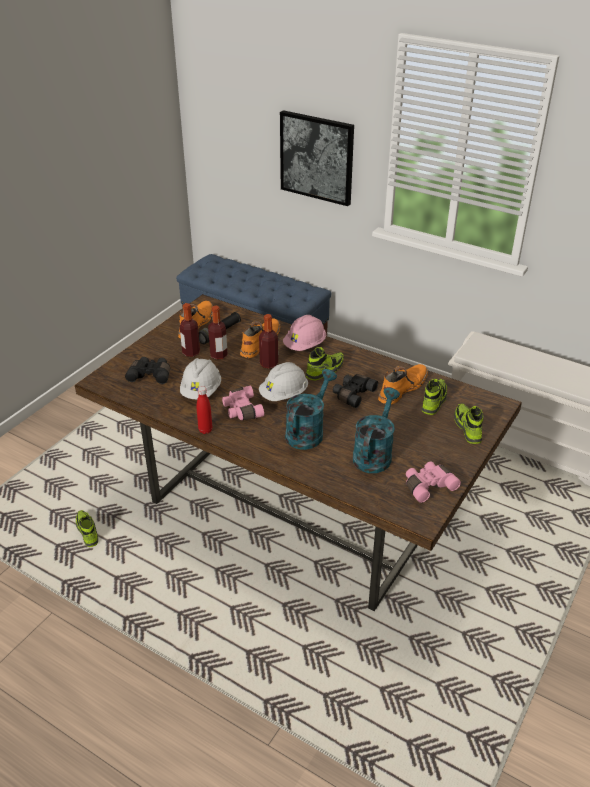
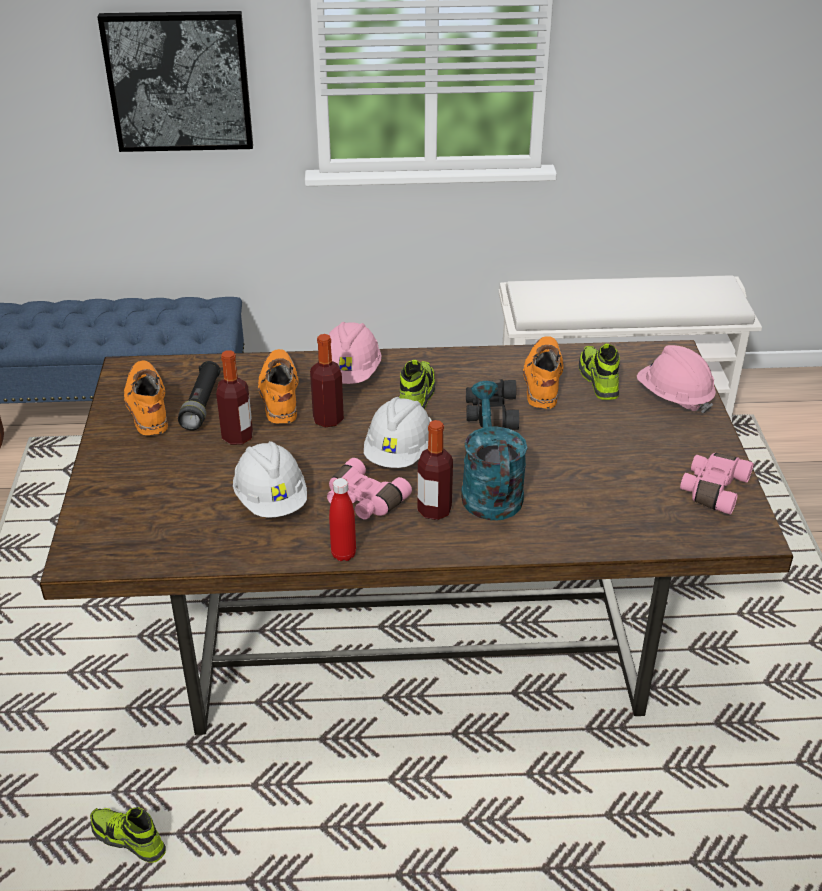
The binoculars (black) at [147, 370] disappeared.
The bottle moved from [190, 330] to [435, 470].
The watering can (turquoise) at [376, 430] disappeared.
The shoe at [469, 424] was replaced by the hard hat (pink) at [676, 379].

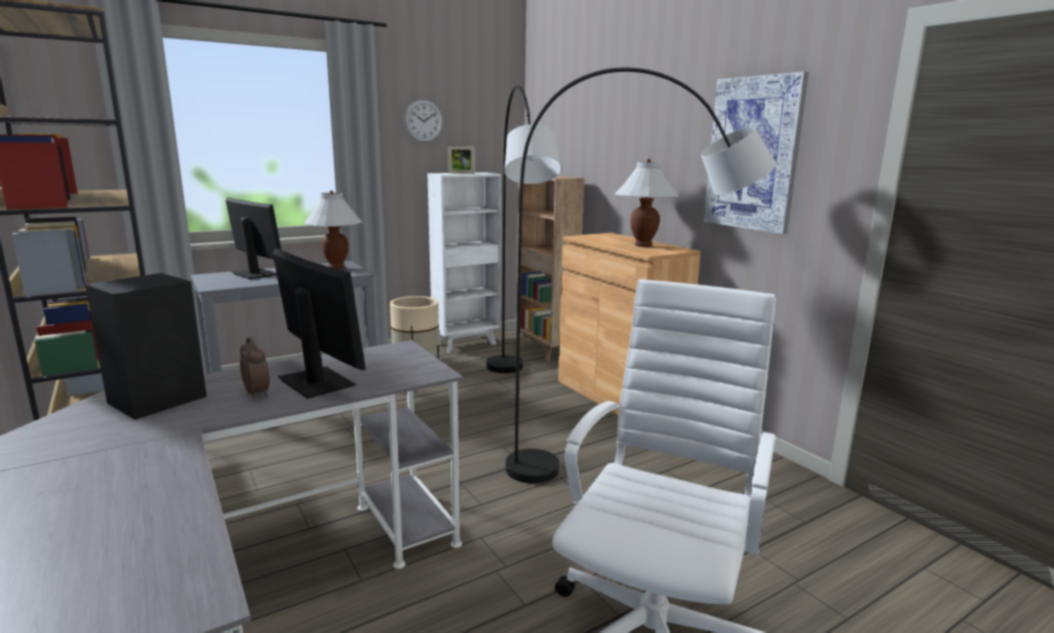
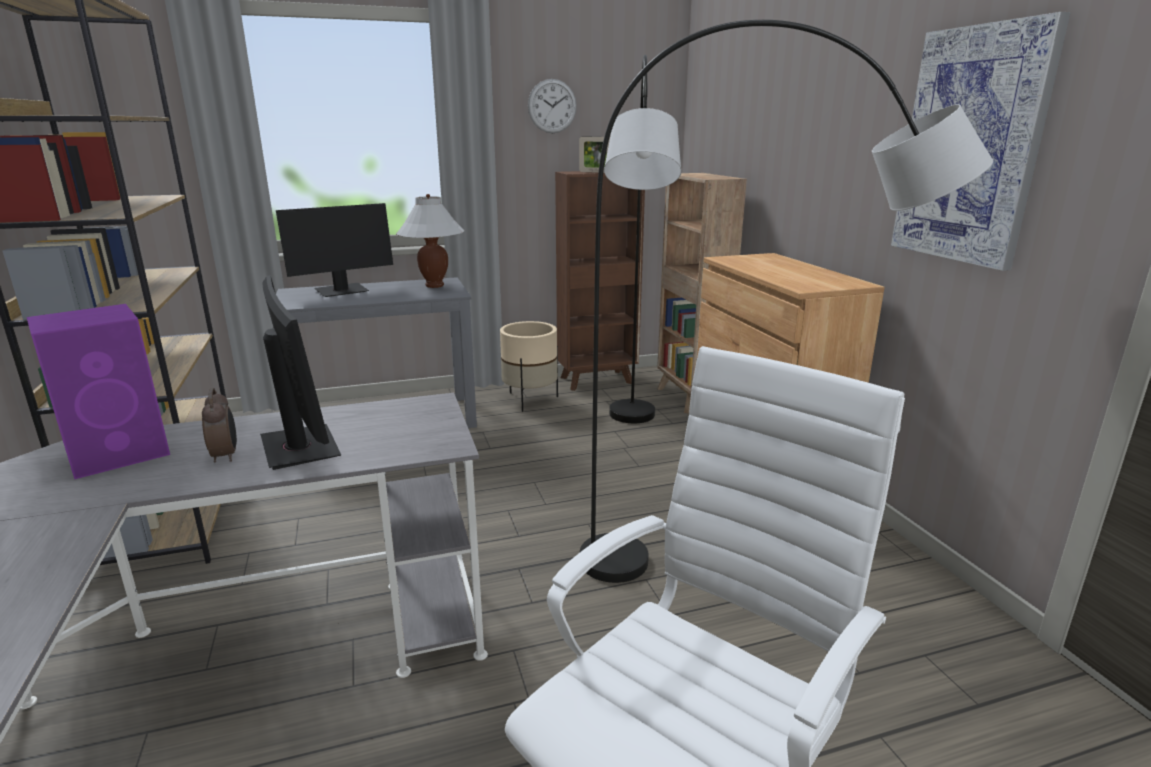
The speaker (black) at [146, 346] became the speaker (purple) at [98, 391].
The monitor at [253, 238] turned 90 degrees clockwise.
The bookcase (white) at [464, 262] became the bookcase (brown) at [600, 281].
The table lamp (white) at [647, 203] disappeared.

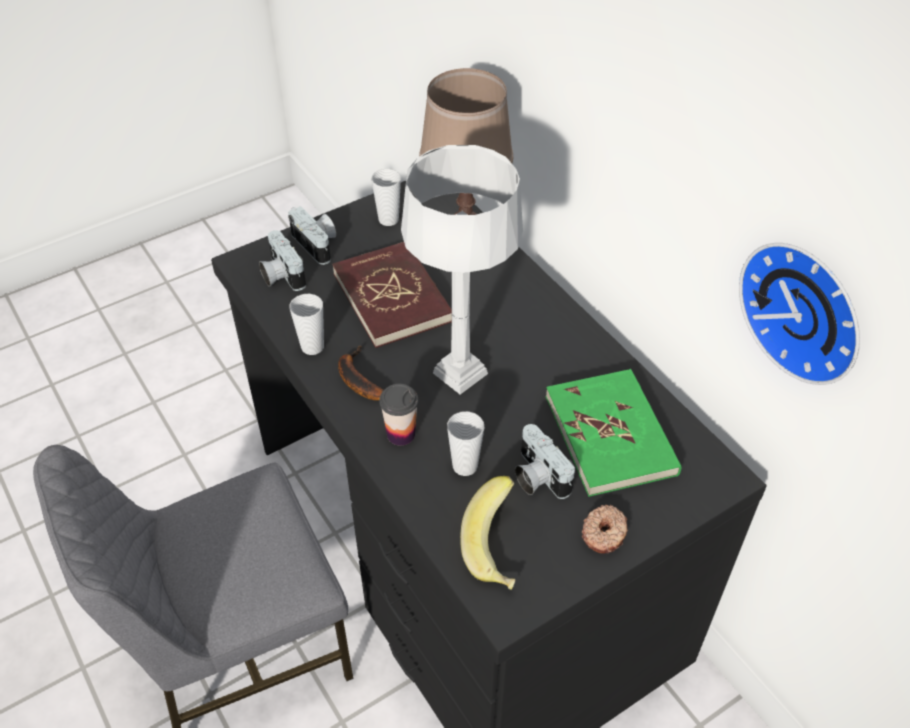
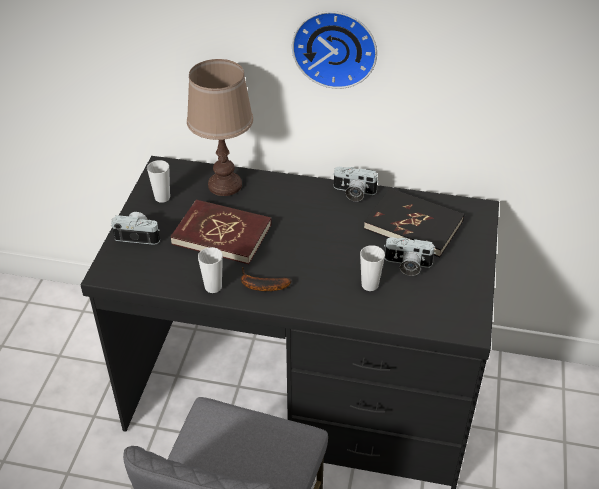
The photo camera moved from [282, 260] to [356, 184].
The cup at [398, 415] disappeared.
The table lamp (grey) at [462, 269] disappeared.
The banana at [488, 533] disappeared.
The book (green) at [613, 433] became the book (black) at [414, 222].
The donut at [605, 529] disappeared.
The wall clock moved from [799, 314] to [334, 50].

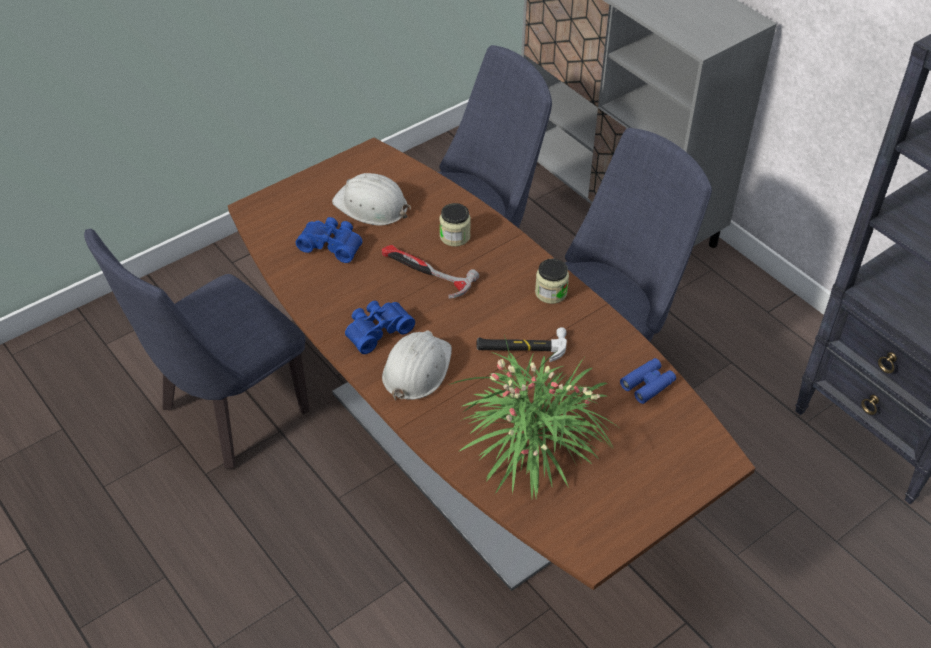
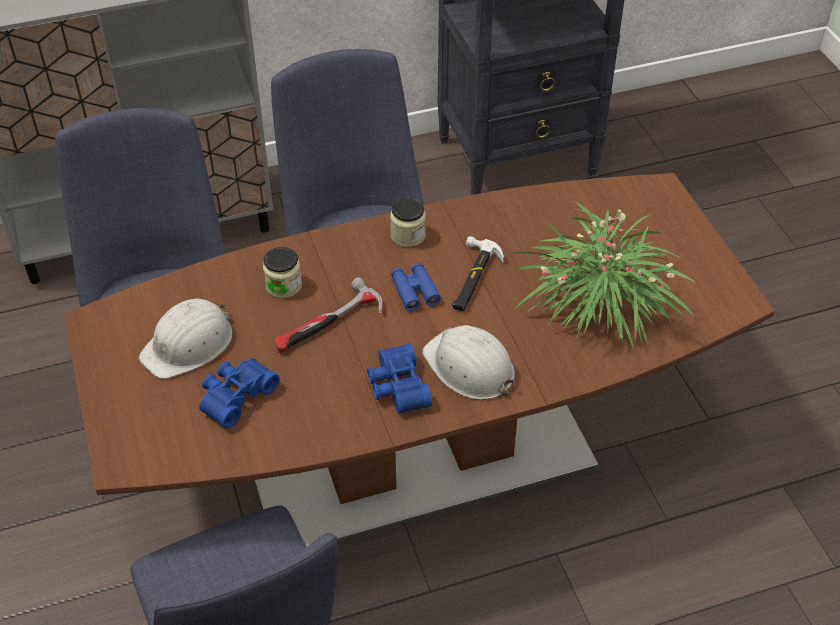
The binoculars (blue) moved from [648, 381] to [416, 287].

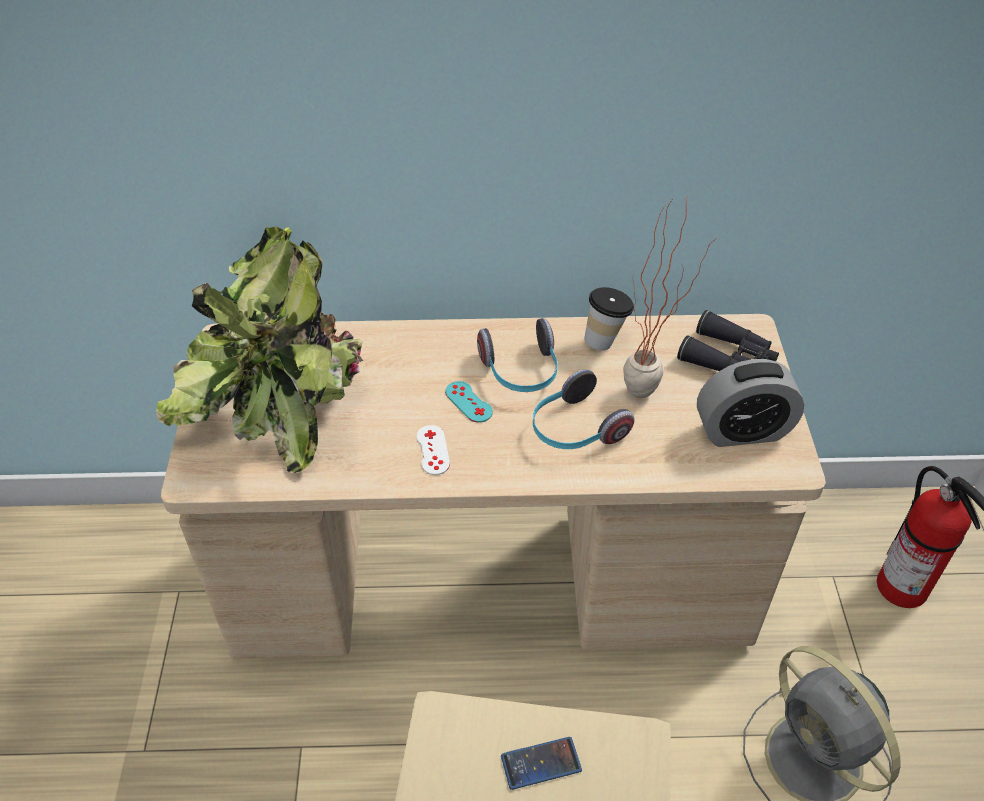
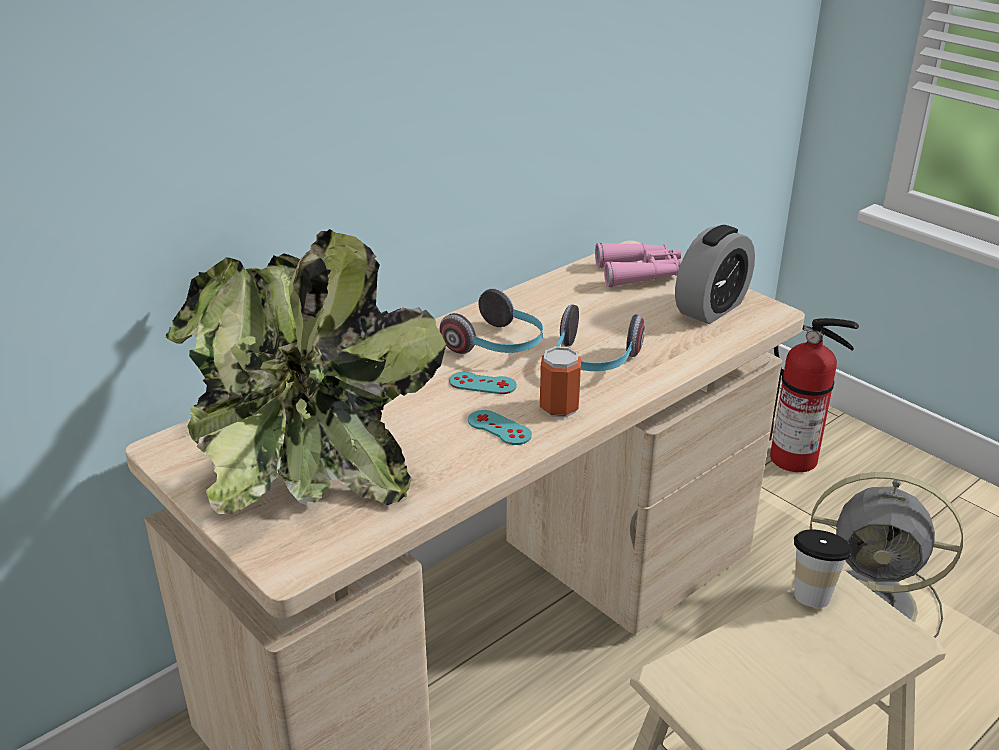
The game controller (white) at [433, 450] became the game controller (turquoise) at [500, 427].
The phone at [541, 763] disappeared.
The cup moved from [609, 318] to [823, 568].
The potted plant at [670, 296] disappeared.
The binoculars (black) at [728, 340] became the binoculars (pink) at [639, 264].
The can at [560, 382] appeared.

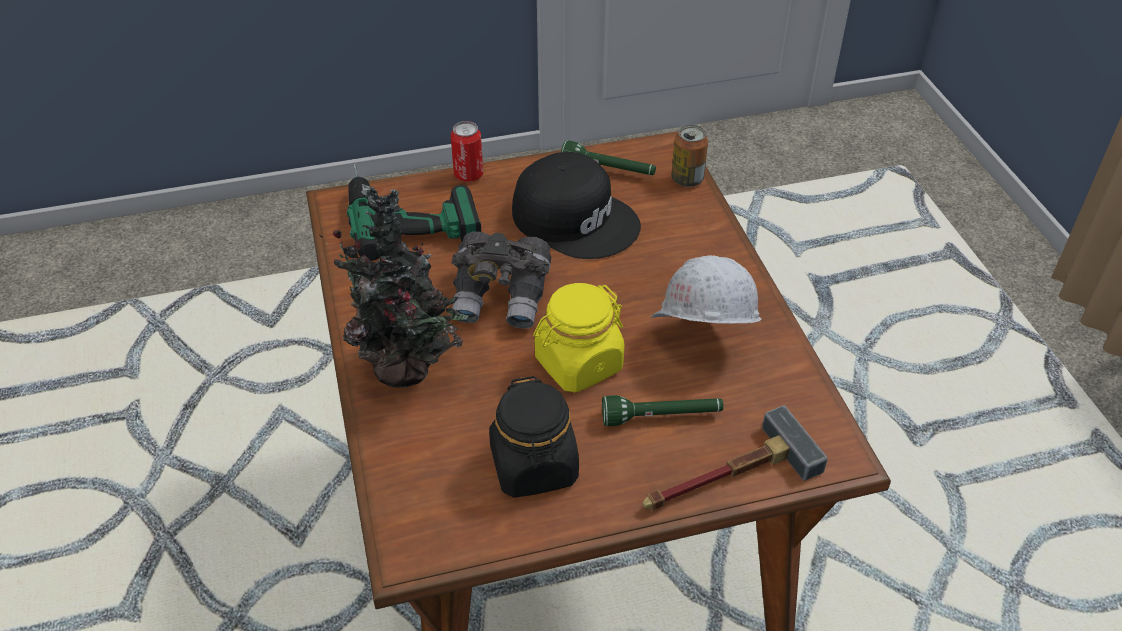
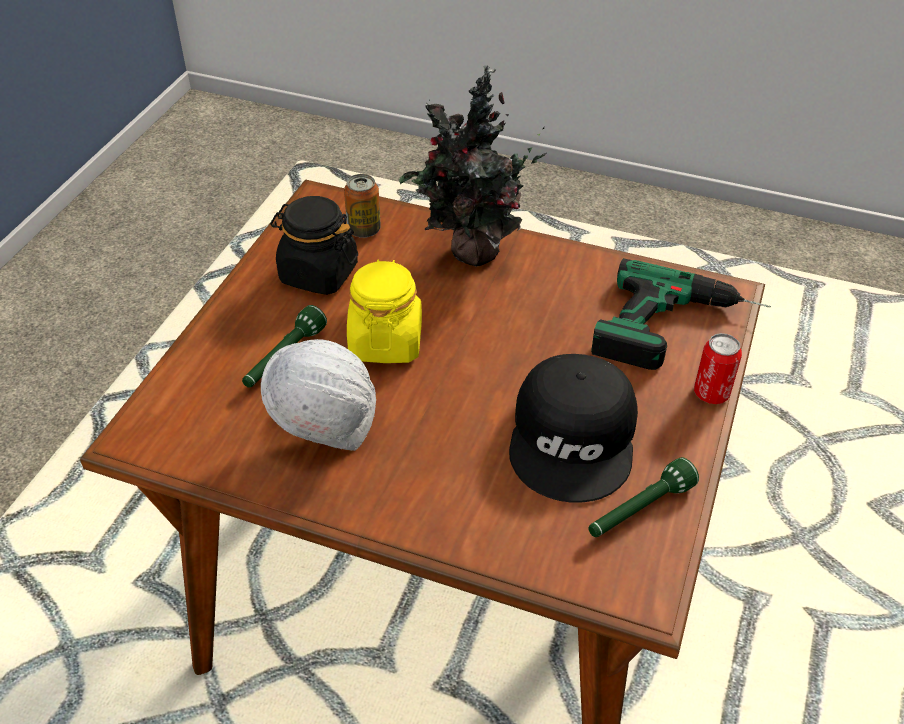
The binoculars (grey) at [501, 280] disappeared.
The cap (black) at [576, 205] turned 60 degrees counterclockwise.
The hammer at [735, 458] disappeared.
The can moved from [689, 156] to [362, 206].

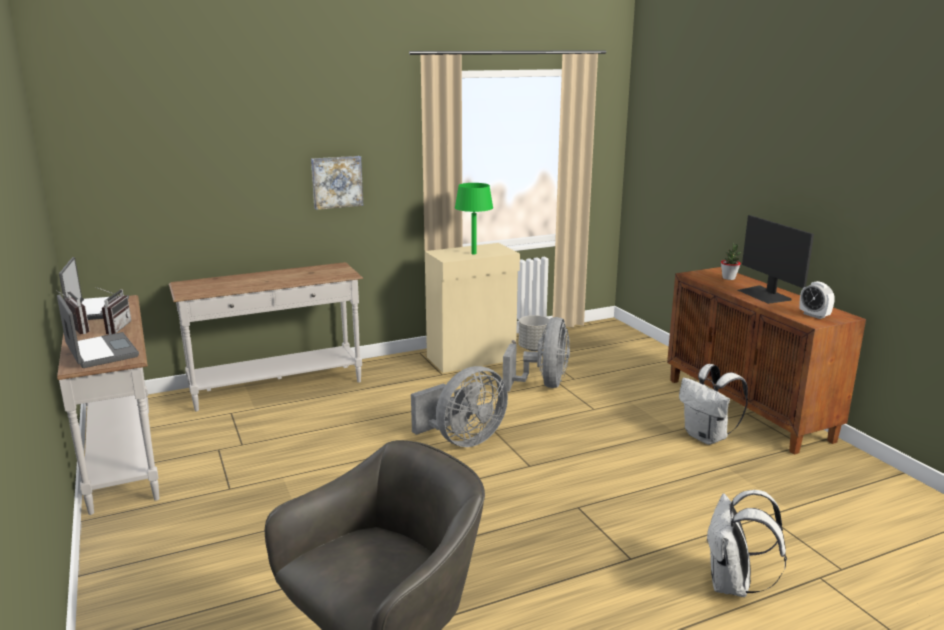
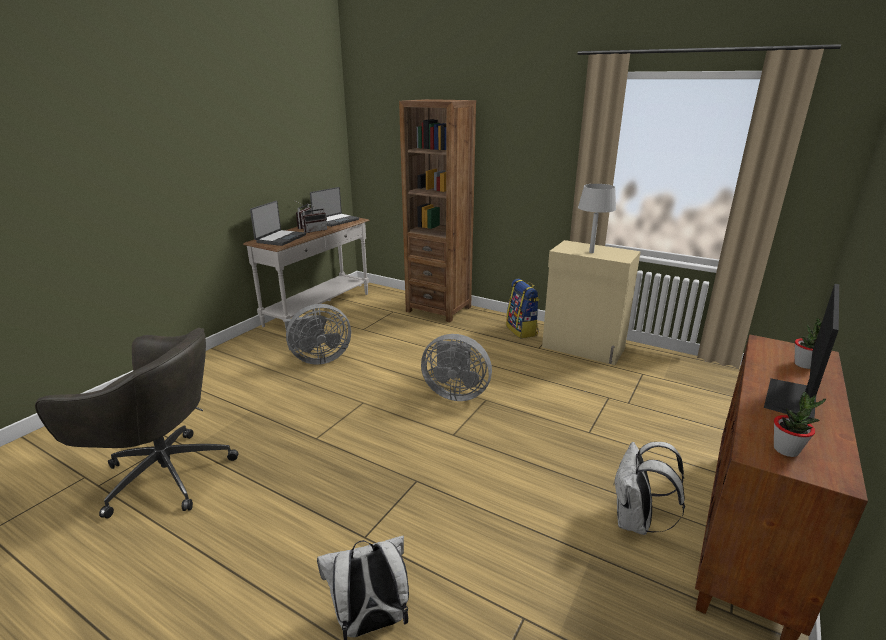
The console table (white) at [266, 336] was replaced by the bookcase (brown) at [437, 210].
The picture at [337, 183] disappeared.
The table lamp (green) at [474, 219] became the table lamp (grey) at [597, 218].
The fan (grey) moved from [536, 354] to [318, 334].
The planter (grey) at [534, 333] disappeared.
The alarm clock at [817, 300] was replaced by the potted plant at [800, 424].
The backpack at [523, 309] appeared.

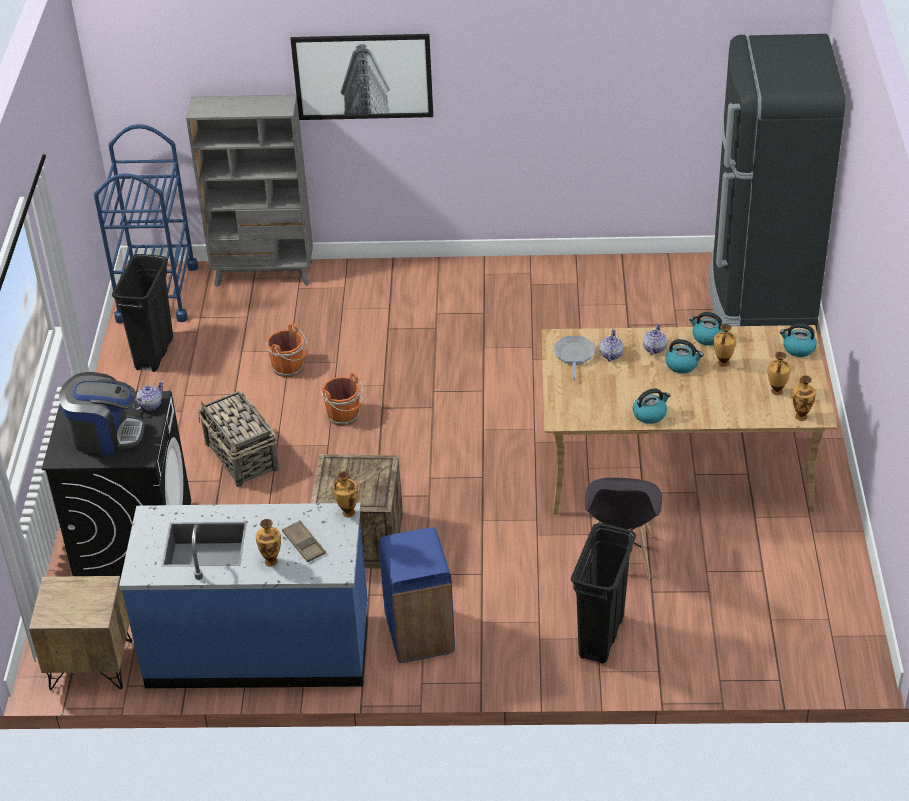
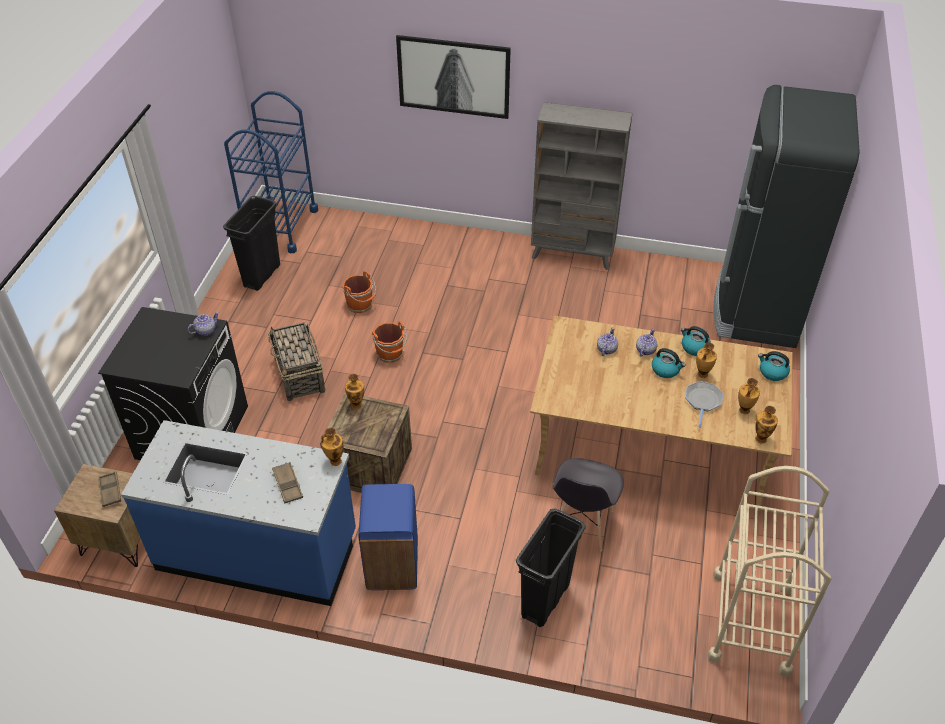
The coffee machine at [102, 413] disappeared.
The bookcase (grey) moved from [249, 191] to [581, 186].
The vase moved from [268, 543] to [354, 391].
The frying pan moved from [575, 358] to [704, 404].
The kettle at [651, 406] disappeared.
The tray (brown) at [109, 489] appeared.
The cart (beige) at [769, 571] appeared.

